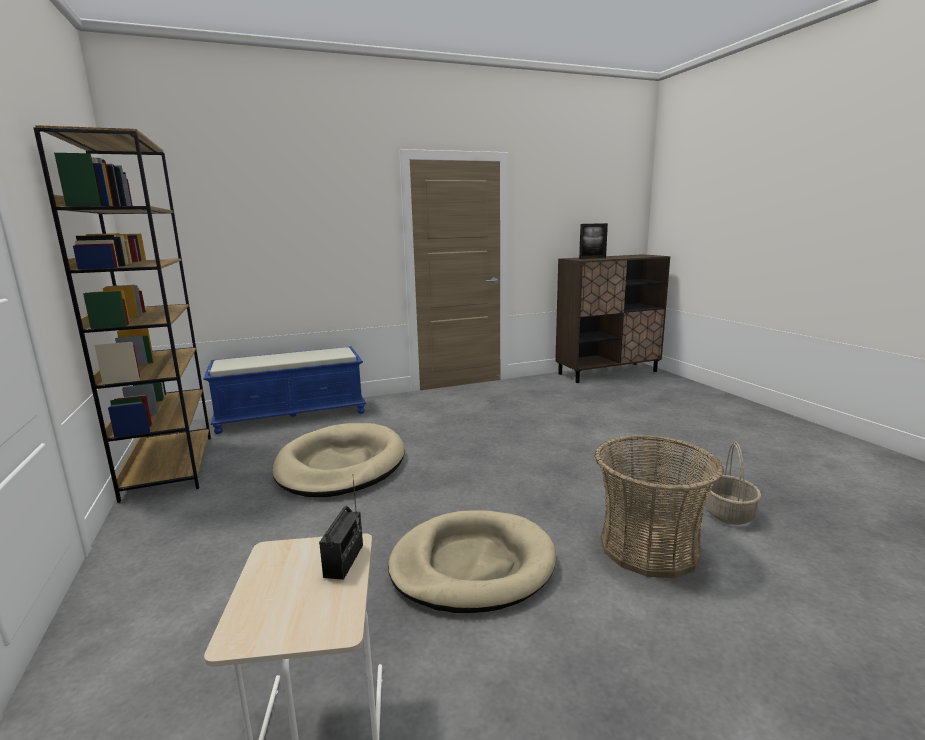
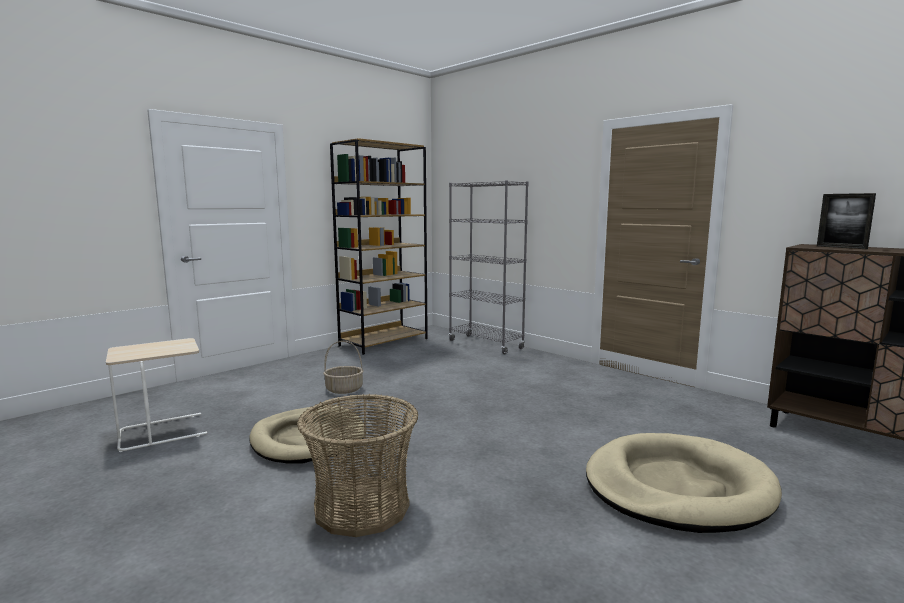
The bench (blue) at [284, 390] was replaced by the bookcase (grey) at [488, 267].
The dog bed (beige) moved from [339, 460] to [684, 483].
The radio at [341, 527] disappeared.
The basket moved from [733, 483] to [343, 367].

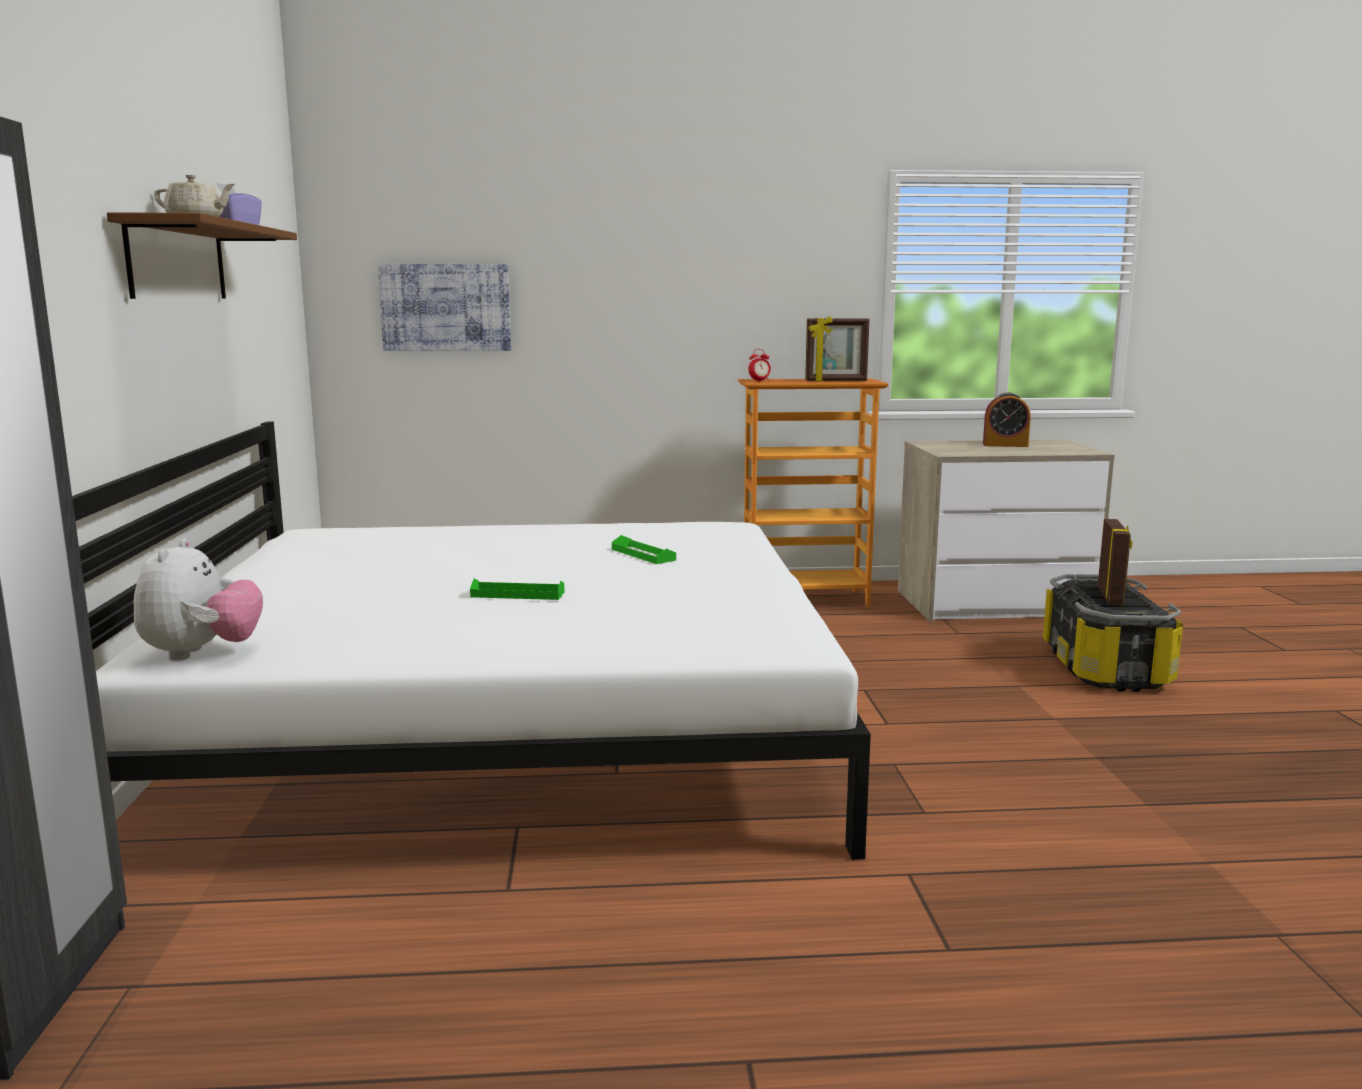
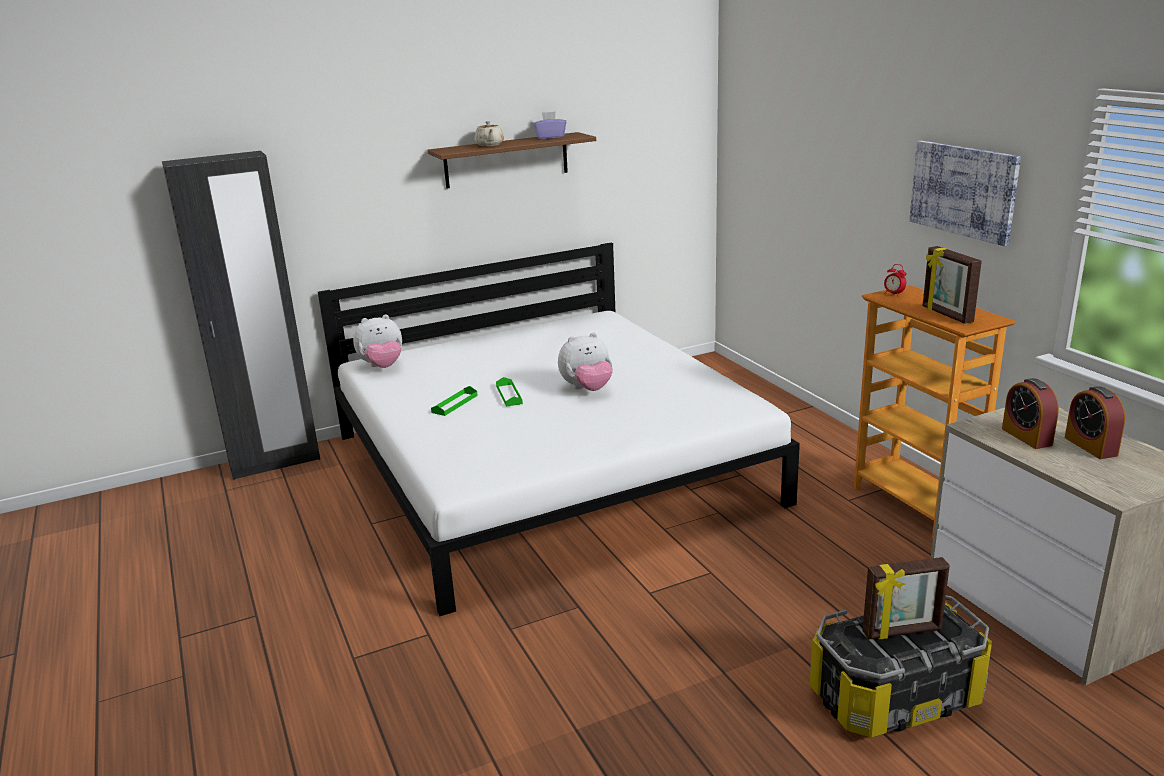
The picture moved from [444, 307] to [965, 193].
The tray (green) moved from [644, 549] to [454, 401].
The plush toy at [585, 362] appeared.
The alarm clock at [1030, 413] appeared.

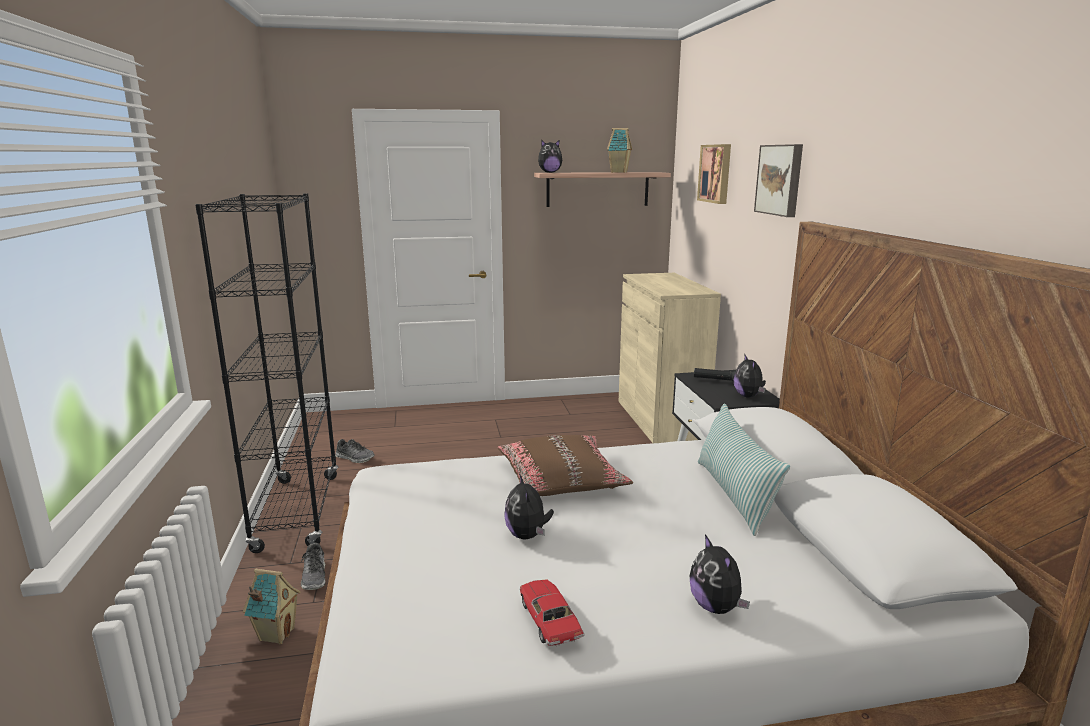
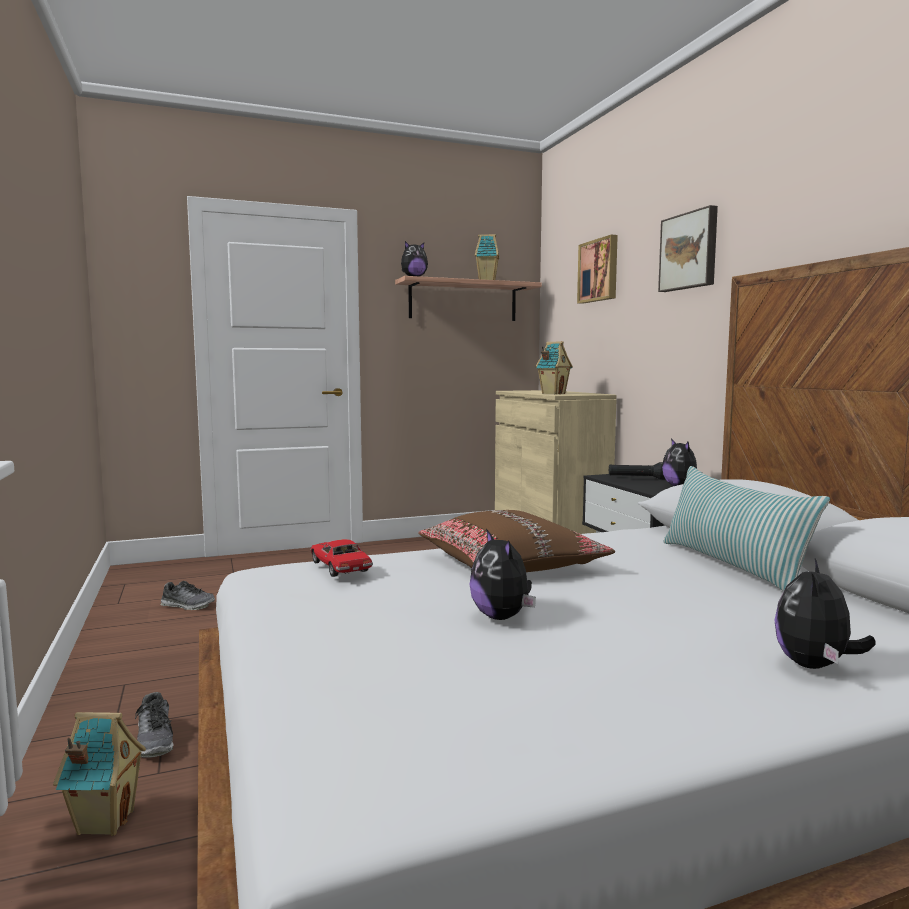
The bookcase (black) at [266, 373] disappeared.
The toy car moved from [552, 613] to [341, 558].
The plush toy at [719, 574] turned 60 degrees clockwise.
The toy house at [554, 367] appeared.

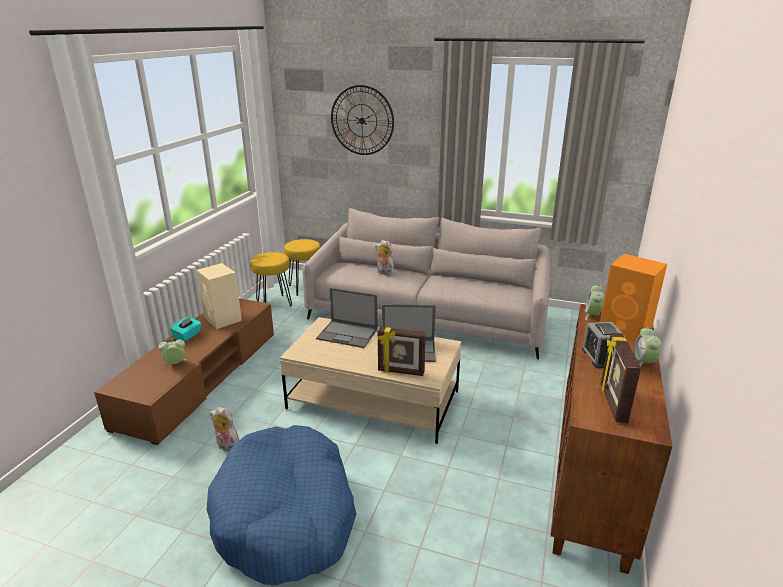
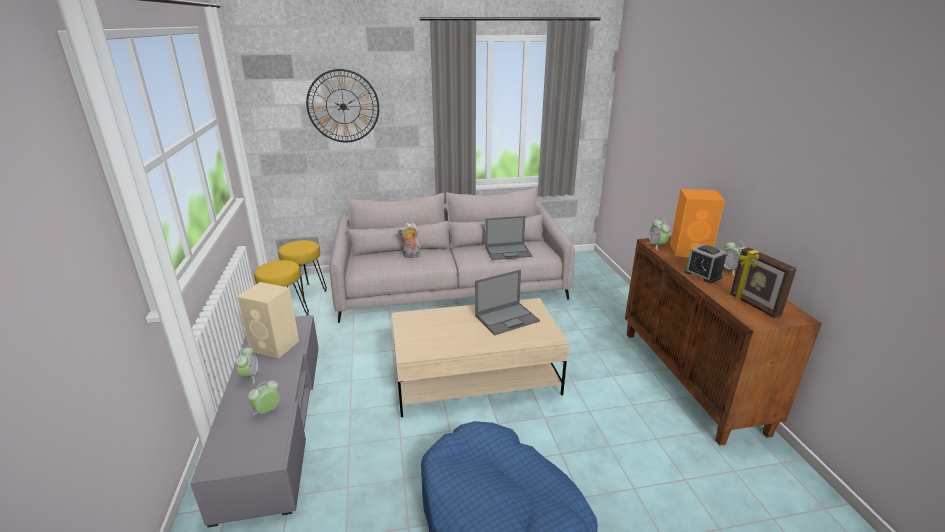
The tv stand (brown) at [184, 371] became the tv stand (grey) at [254, 421].
The tissue box (turquoise) at [185, 329] was replaced by the alarm clock at [248, 365].
The plush toy at [224, 429] disappeared.
The laptop moved from [347, 318] to [508, 238].
The picture frame at [402, 351] disappeared.

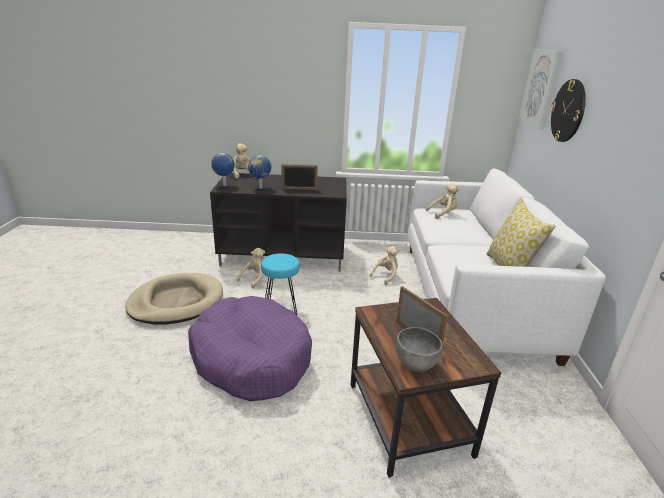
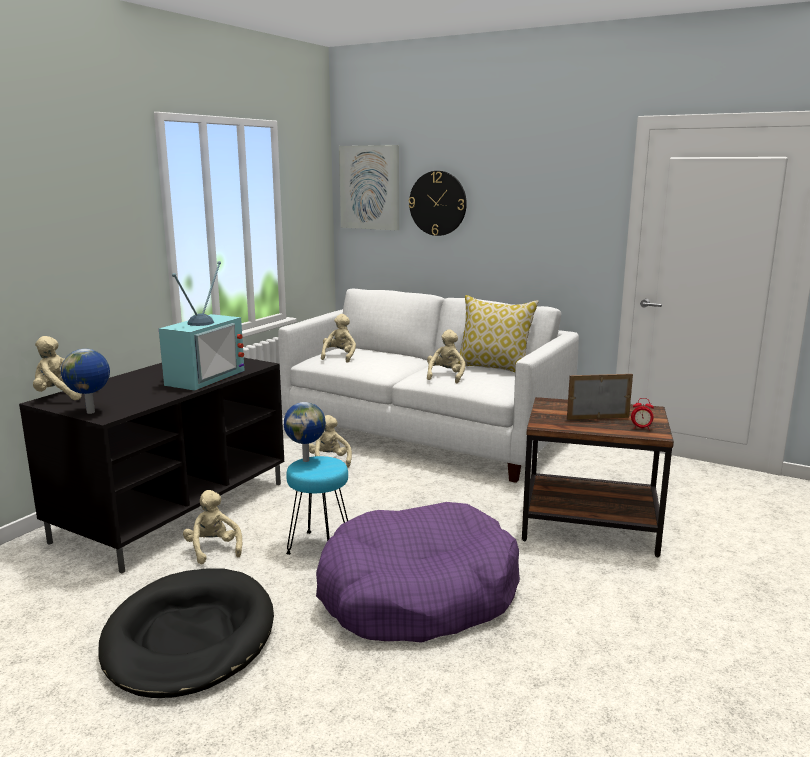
The dog bed (beige) at [174, 299] became the dog bed (black) at [186, 633].
The globe moved from [259, 172] to [305, 432].
The picture frame at [299, 177] was replaced by the television at [202, 326].
The bowl (grey) at [419, 349] was replaced by the alarm clock at [642, 413].
The plush toy (beige) at [446, 356] appeared.

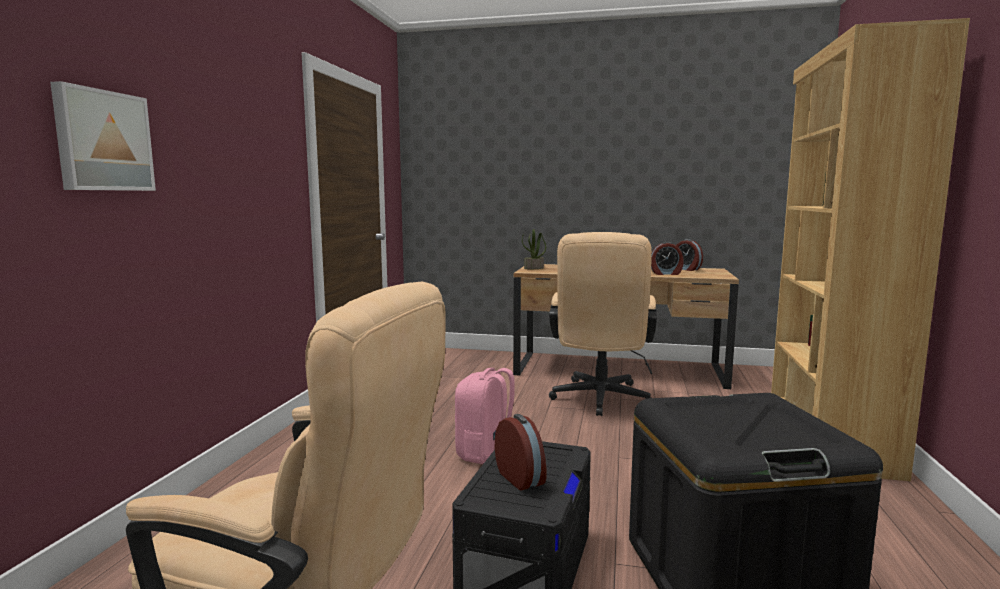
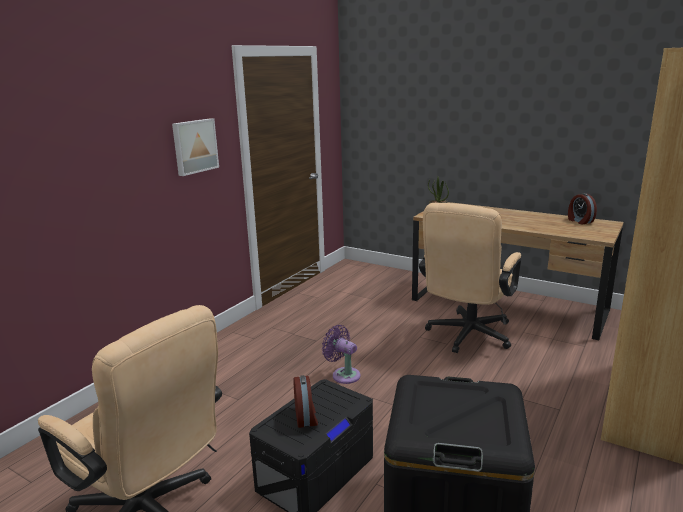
The picture moved from [103, 136] to [195, 147].
The backpack (pink) at [485, 416] was replaced by the fan (purple) at [341, 354].
The alarm clock at [667, 258] disappeared.

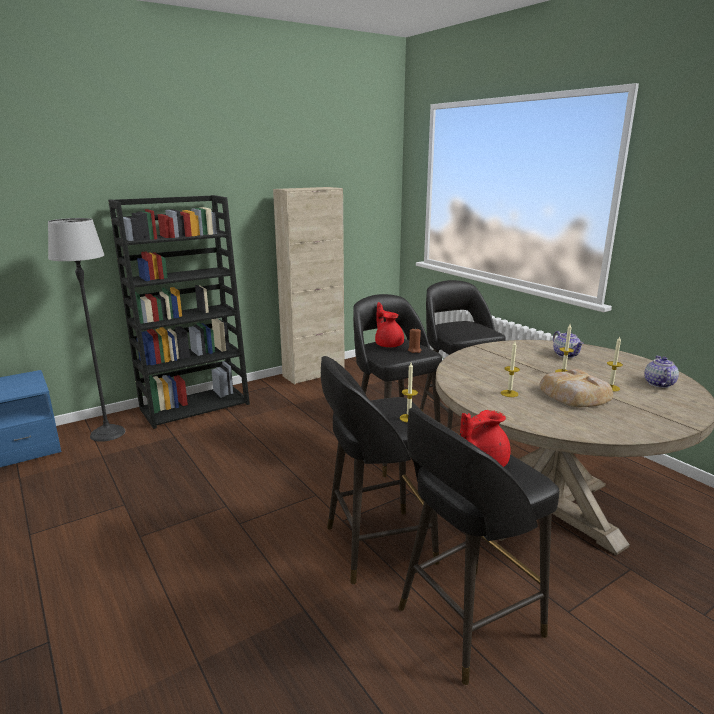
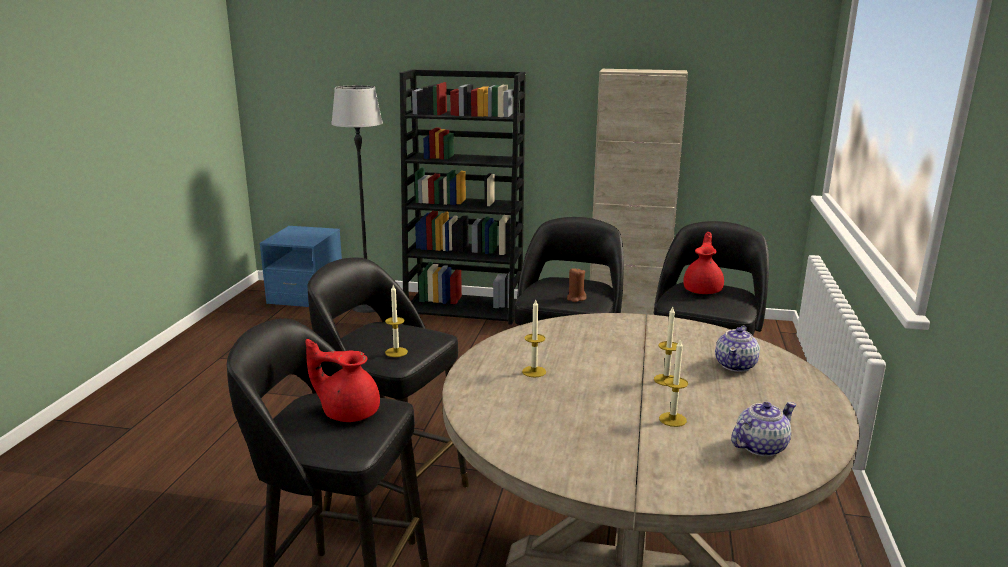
The teapot (red) moved from [389, 325] to [703, 263].
The bread at [576, 388] disappeared.

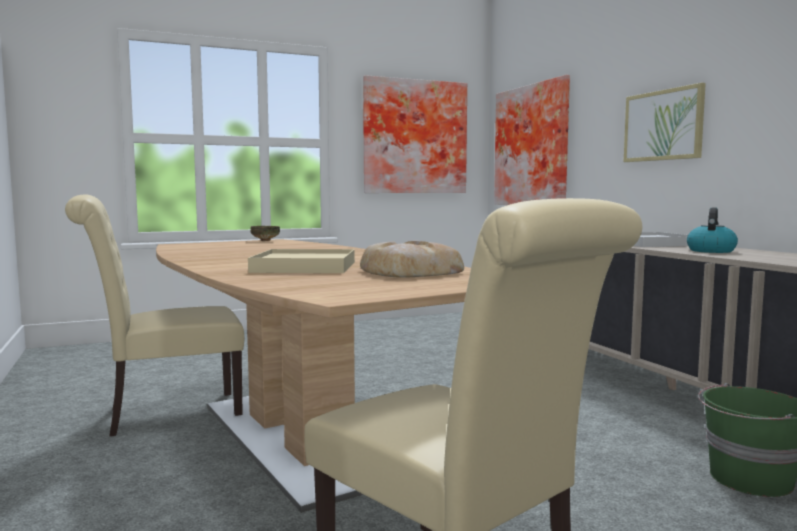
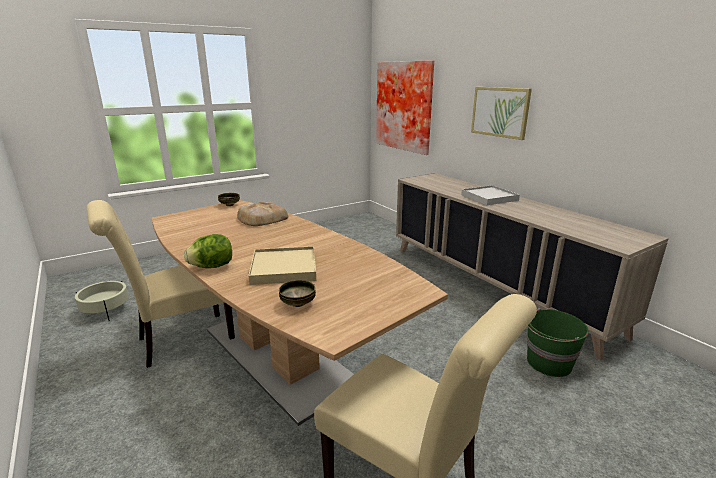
The bread moved from [412, 259] to [262, 213].
The picture at [415, 134] disappeared.
The kettle at [712, 230] disappeared.
The planter (beige) at [101, 301] appeared.
The lettuce at [208, 251] appeared.
The bowl at [297, 293] appeared.

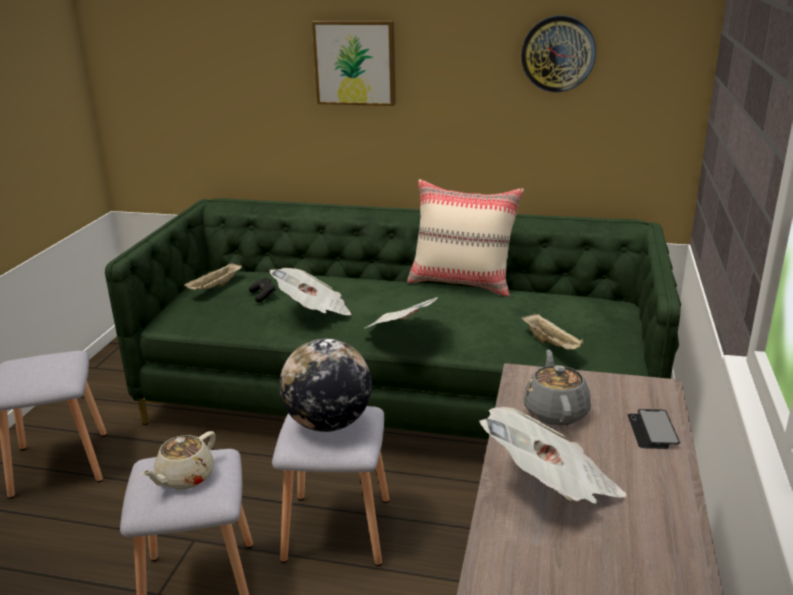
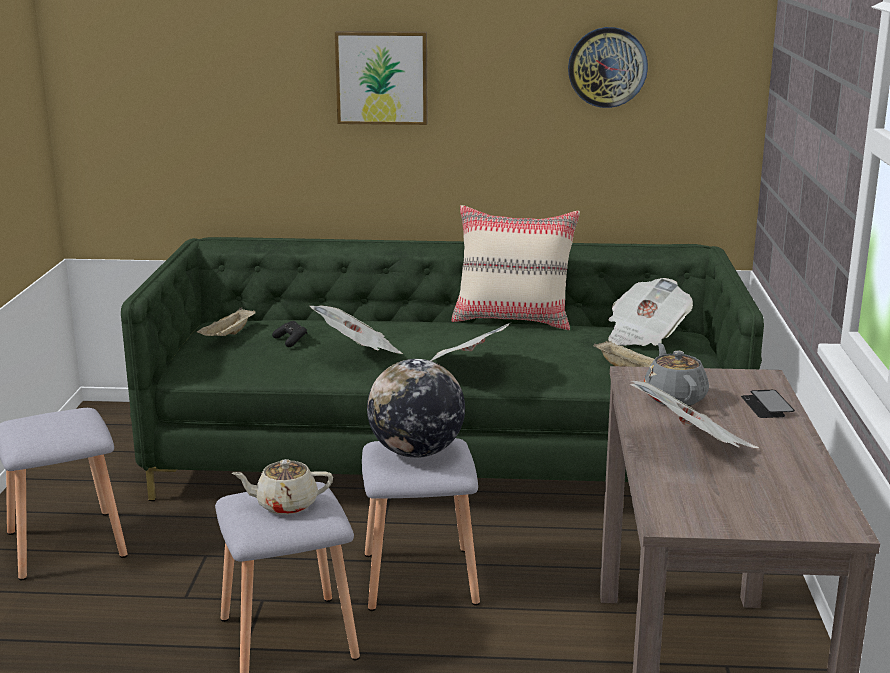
The teapot (beige) at [178, 460] turned 60 degrees clockwise.
The newspaper at [650, 312] appeared.

